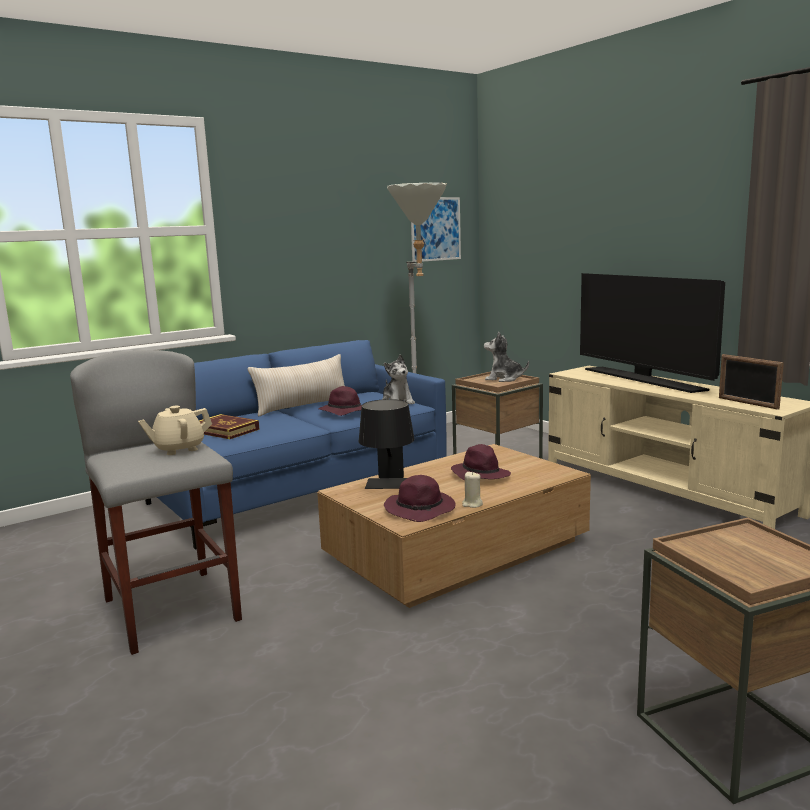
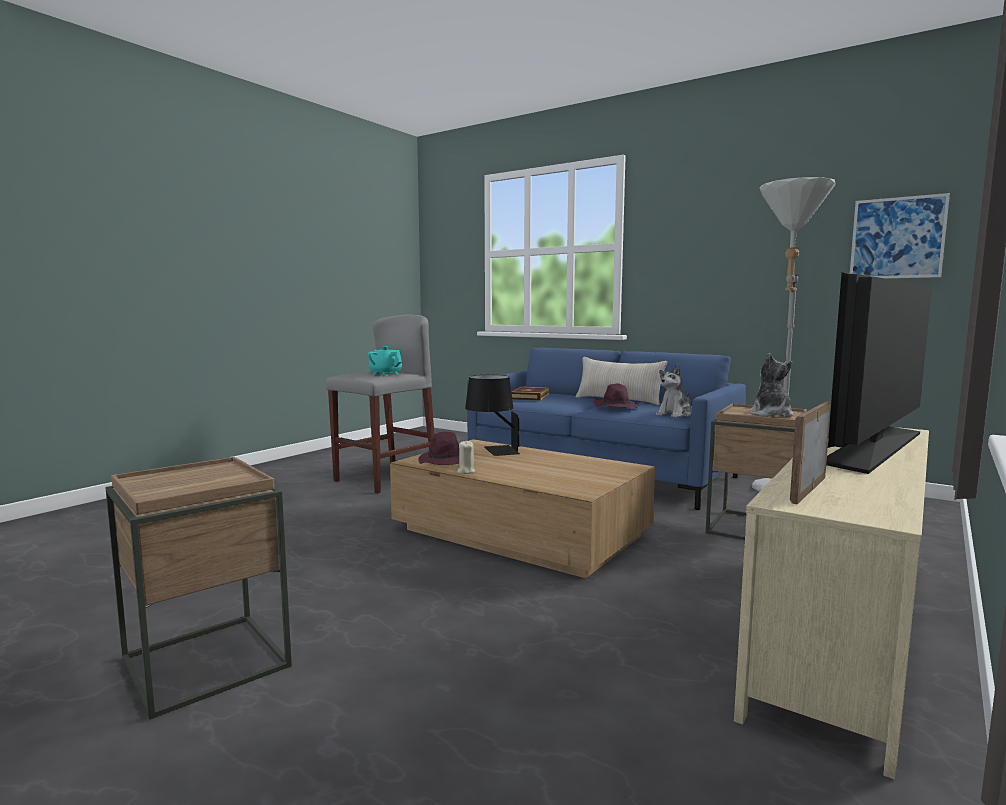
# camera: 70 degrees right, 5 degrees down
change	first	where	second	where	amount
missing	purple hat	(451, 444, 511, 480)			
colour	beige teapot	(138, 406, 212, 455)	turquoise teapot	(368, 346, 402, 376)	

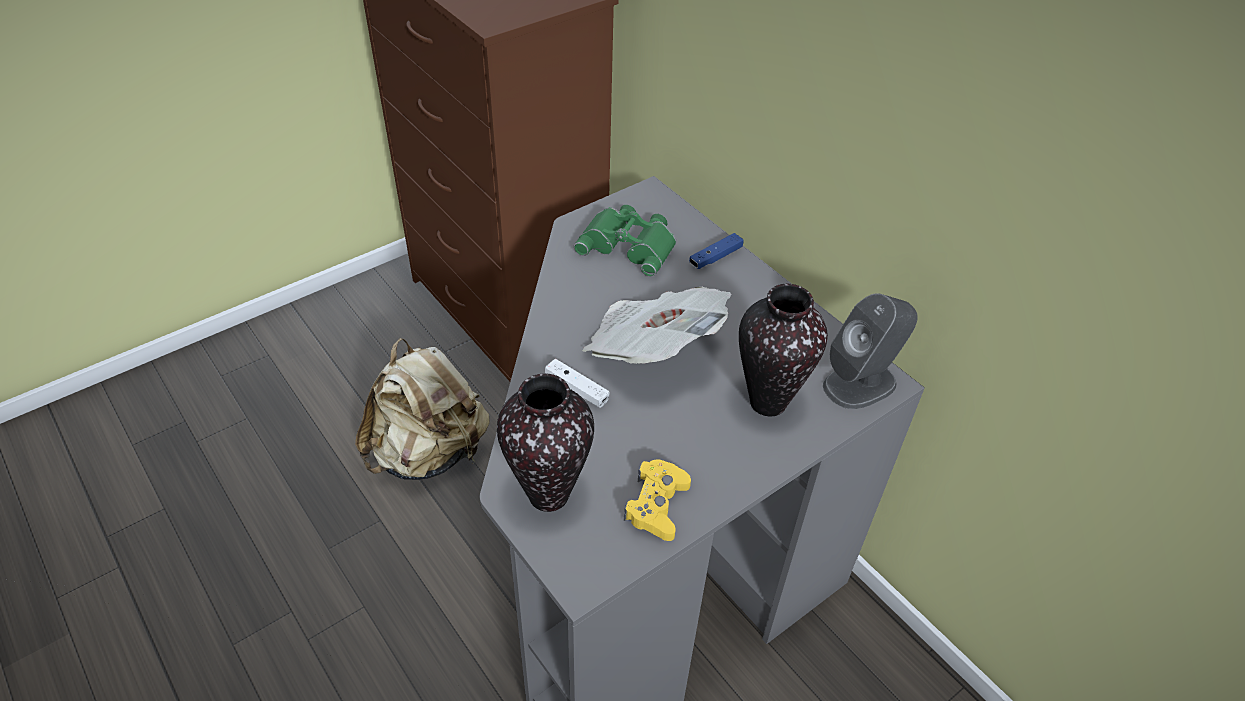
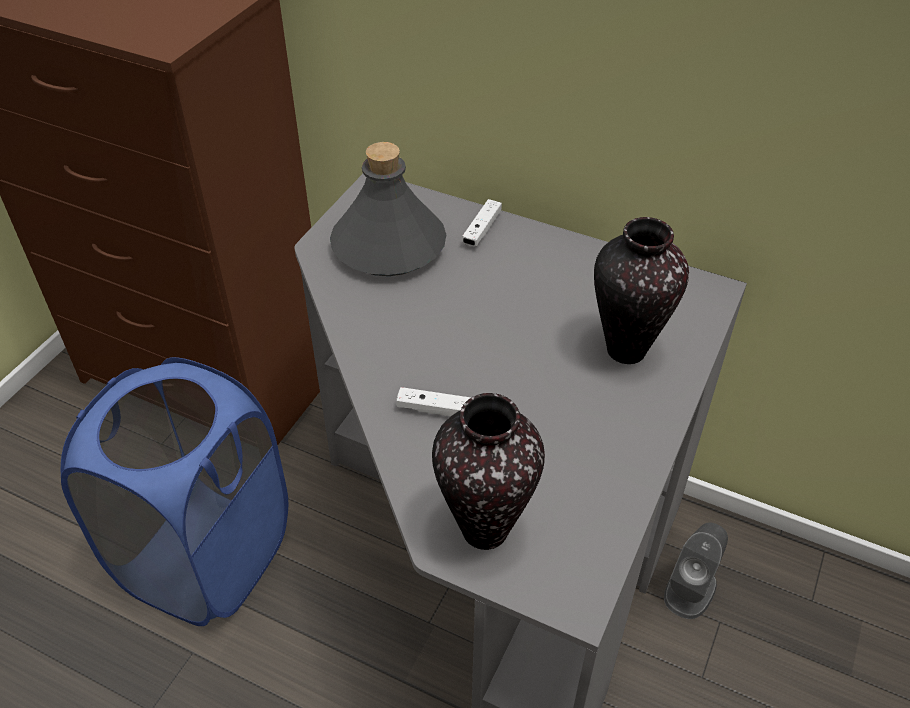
# camera: 25 degrees left, 0 degrees up
change	first	where	second	where	amount
missing	newspaper	(582, 286, 732, 364)			
missing	yellow game controller	(624, 460, 691, 541)			
relocated	grey speaker	(823, 293, 918, 409)		(664, 522, 728, 619)	
exchanged	beige backpack	(355, 338, 490, 480)	blue laundry basket	(61, 357, 288, 626)	
exchanged	green binoculars	(574, 205, 676, 277)	grey bottle	(330, 142, 446, 276)	
colour	blue game controller	(689, 233, 744, 269)	white game controller	(462, 199, 502, 247)	

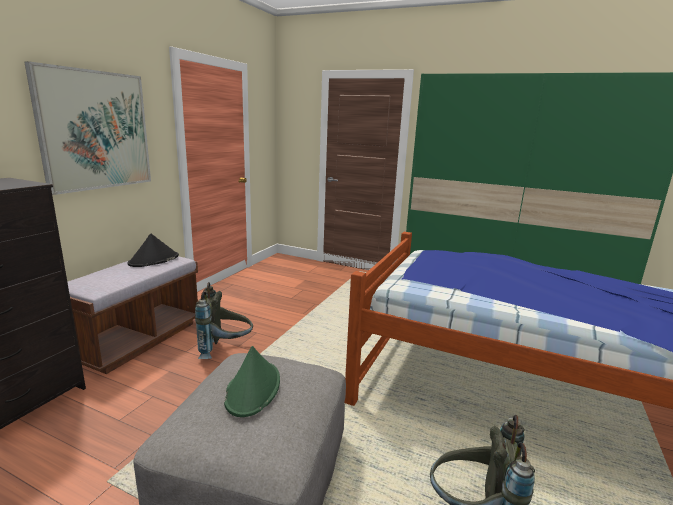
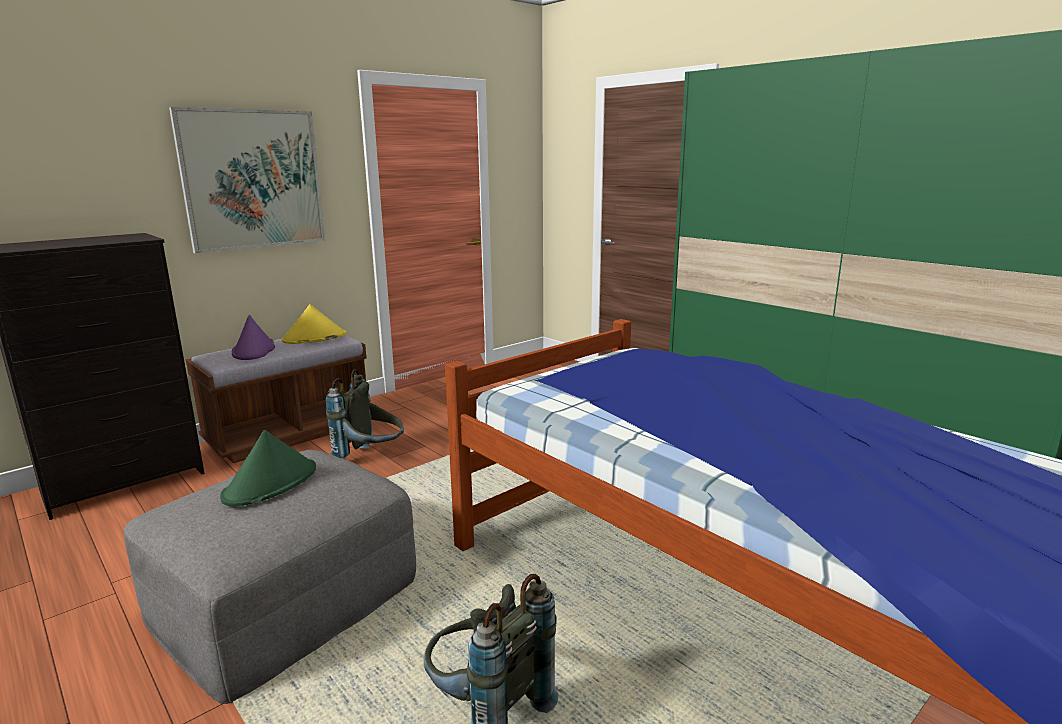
# camera: 25 degrees right, 0 degrees up
change	first	where	second	where	amount
appeared			purple hat	(232, 315, 275, 360)	
colour	black hat	(128, 233, 179, 267)	yellow hat	(282, 304, 347, 344)	

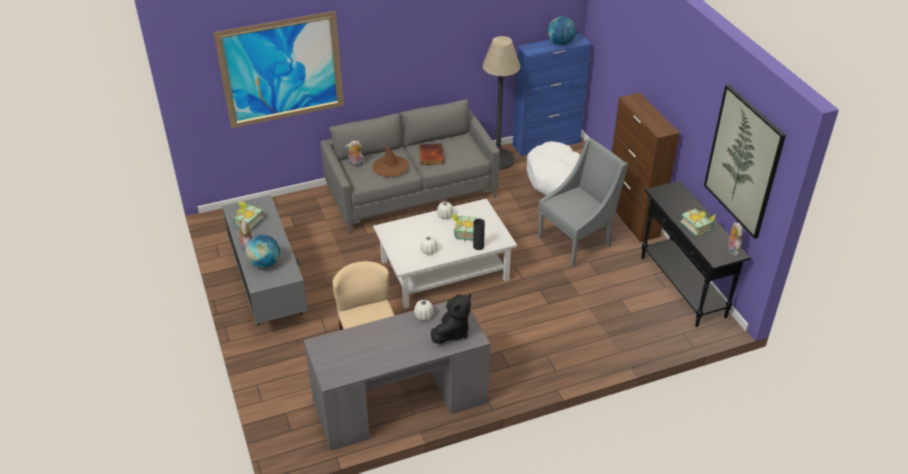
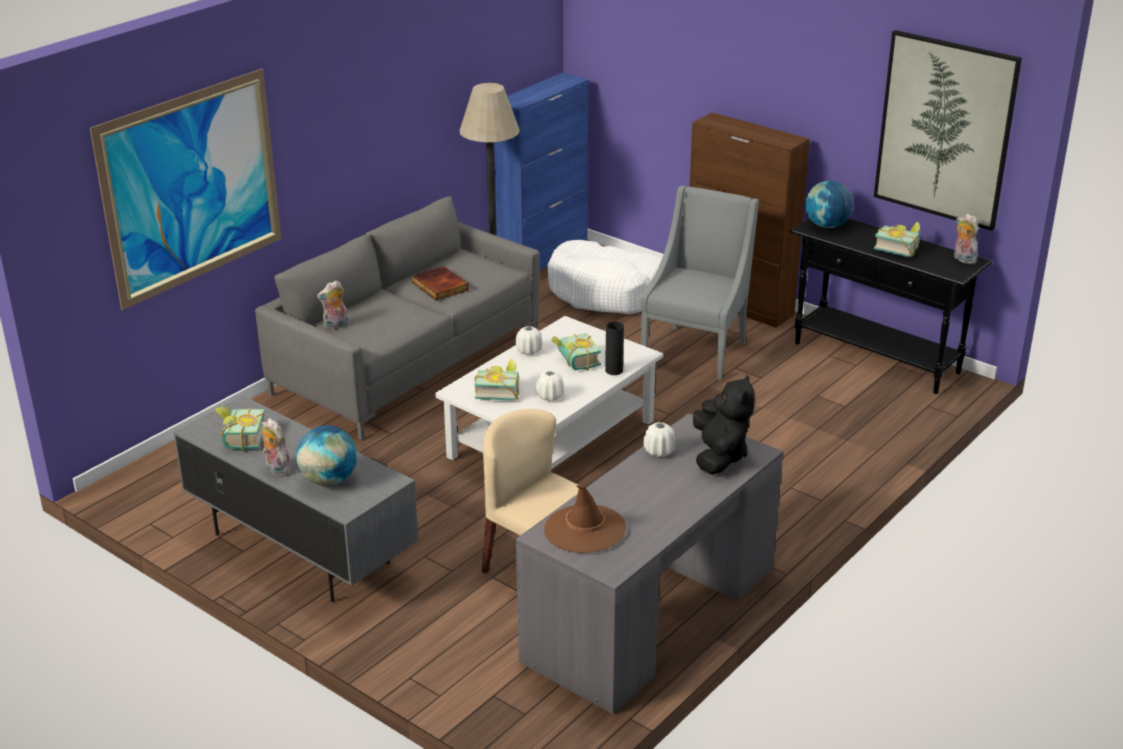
# camera: 30 degrees left, 10 degrees down
change	first	where	second	where	amount
appeared			book	(475, 359, 519, 401)	
relocated	brown hat	(372, 146, 409, 177)		(544, 485, 626, 553)	
relocated	globe	(548, 17, 576, 46)		(806, 180, 853, 228)	

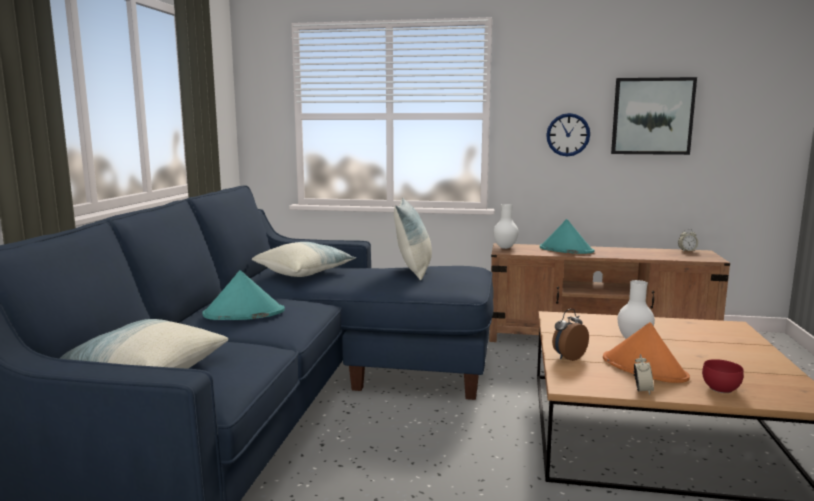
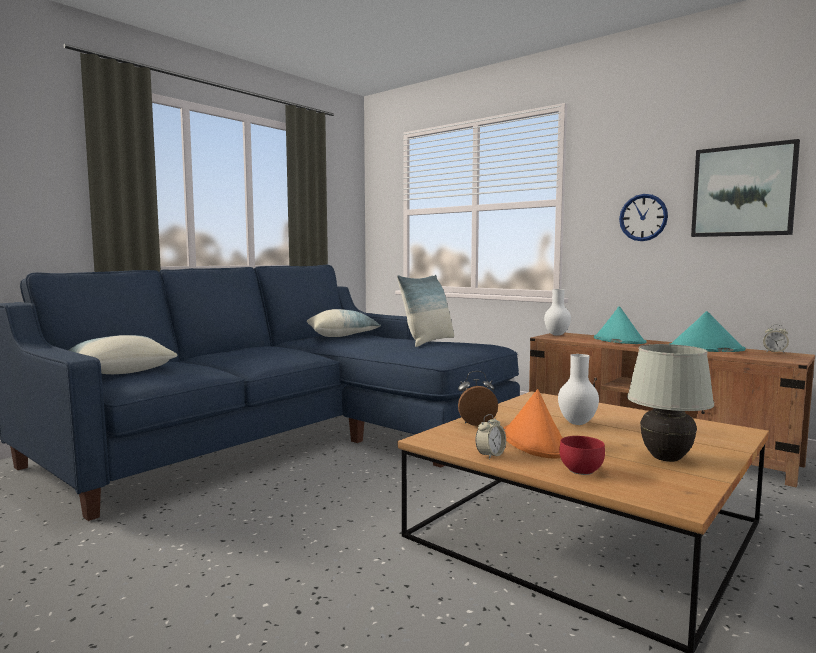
# camera: 30 degrees right, 5 degrees down
change	first	where	second	where	amount
appeared			white table lamp	(627, 344, 714, 462)	
relocated	turquoise hat	(202, 270, 285, 320)		(670, 311, 745, 352)	

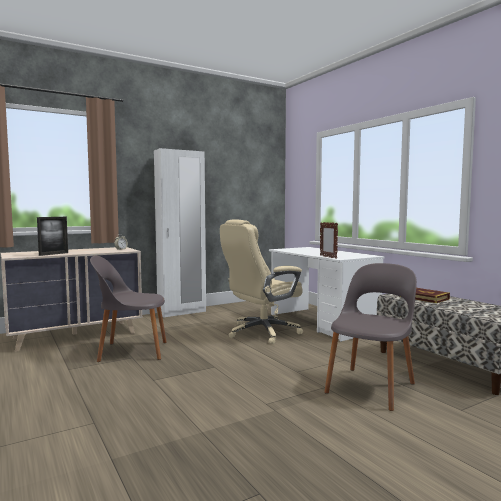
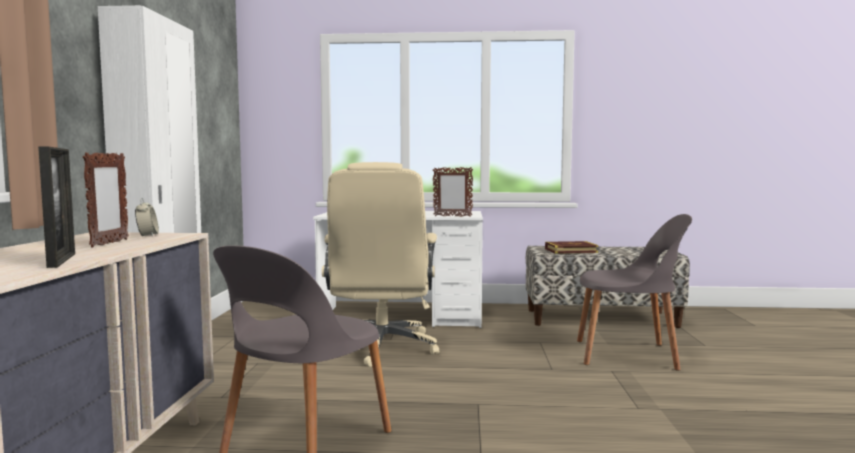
# camera: 55 degrees left, 0 degrees up
change	first	where	second	where	amount
appeared			picture frame	(83, 152, 129, 248)	
spun	grey chair	(324, 263, 417, 411)		(577, 214, 692, 371)	120 degrees clockwise

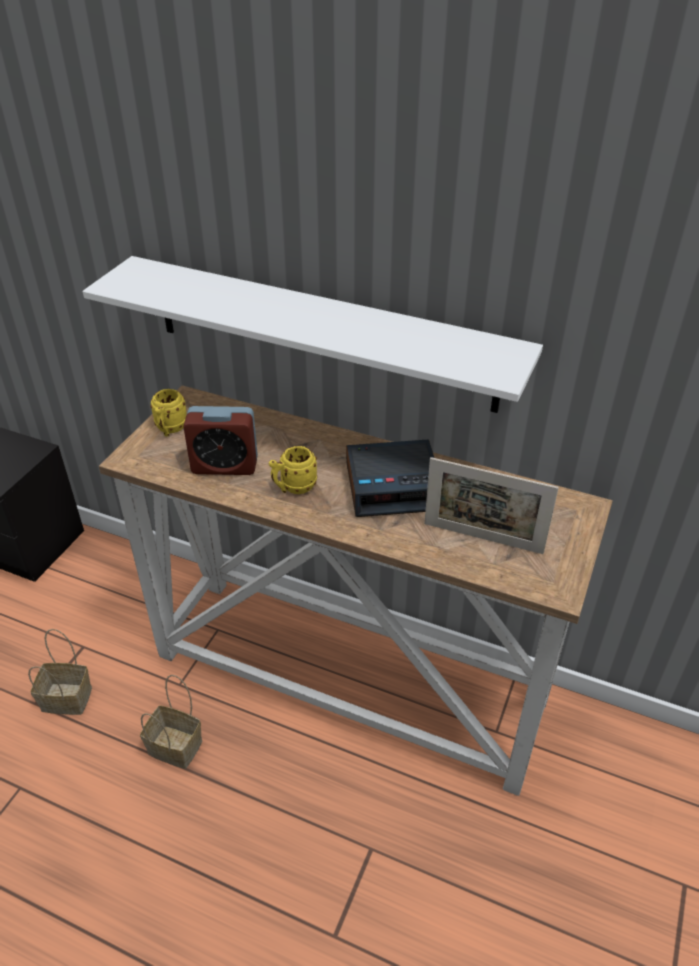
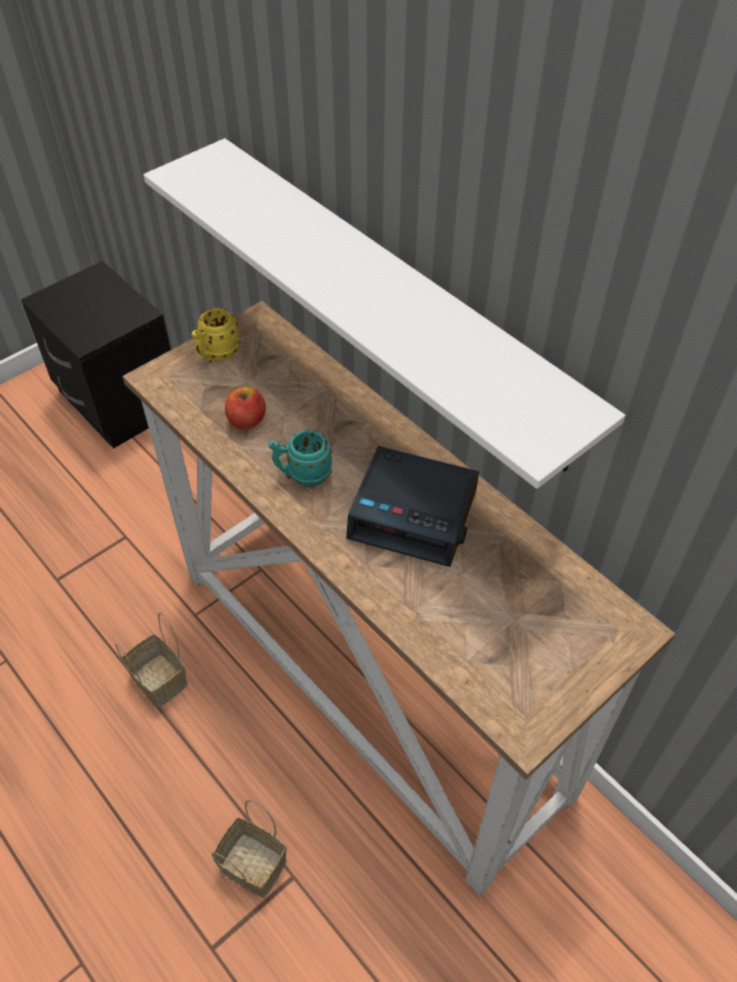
# camera: 25 degrees right, 10 degrees up
change	first	where	second	where	amount
missing	picture frame	(424, 457, 559, 554)			
relocated	basket	(28, 629, 92, 715)		(212, 800, 287, 898)	
exchanged	alarm clock	(183, 406, 258, 475)	apple	(225, 387, 266, 430)	
colour	yellow mug	(269, 446, 317, 494)	turquoise mug	(269, 430, 332, 487)	

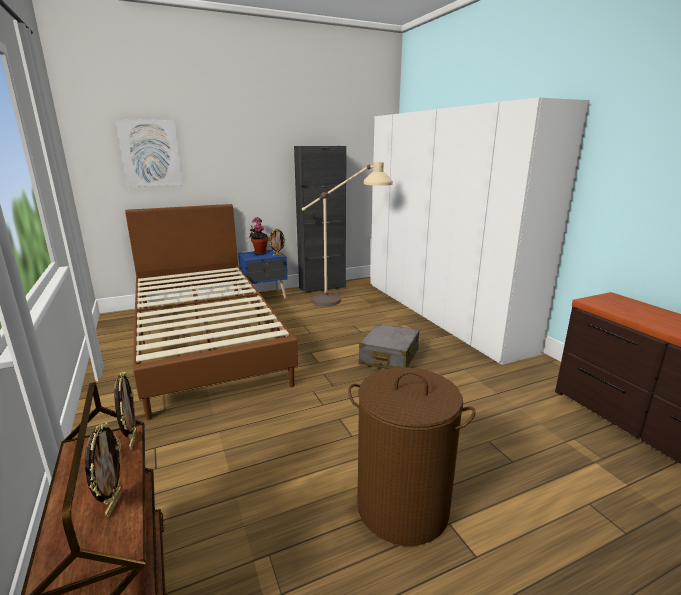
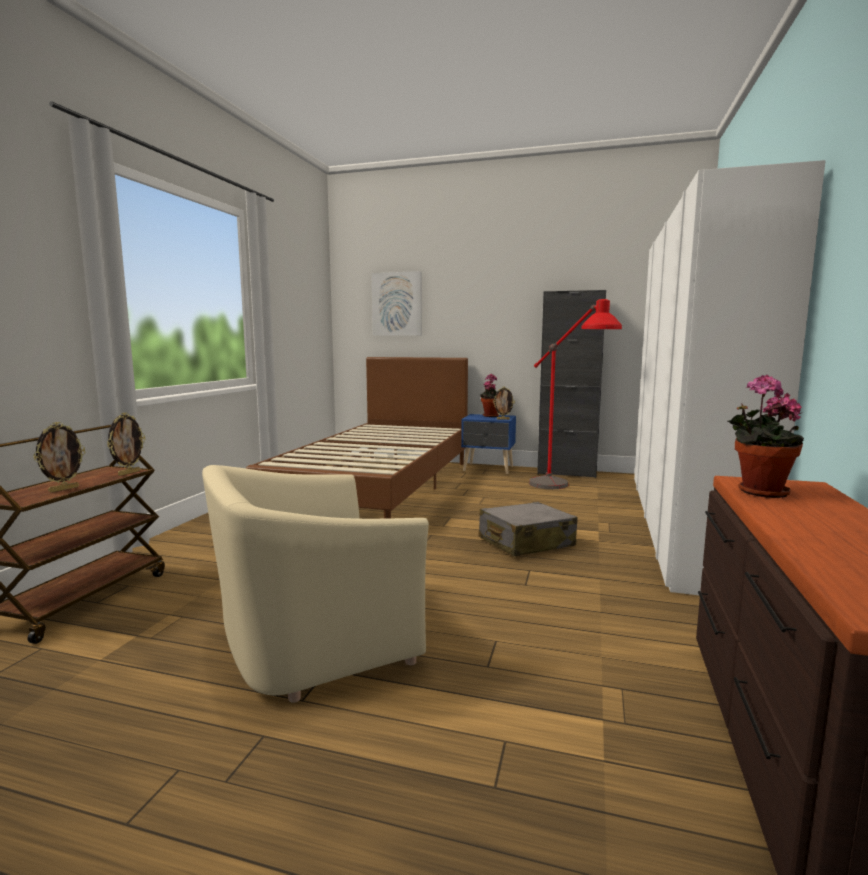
# camera: 40 degrees right, 10 degrees down
change	first	where	second	where	amount
appeared			potted plant	(728, 375, 804, 498)	
exchanged	brown laundry basket	(348, 367, 476, 546)	beige armchair	(202, 465, 429, 703)	
colour	beige floor lamp	(302, 161, 393, 306)	red floor lamp	(529, 299, 622, 489)	

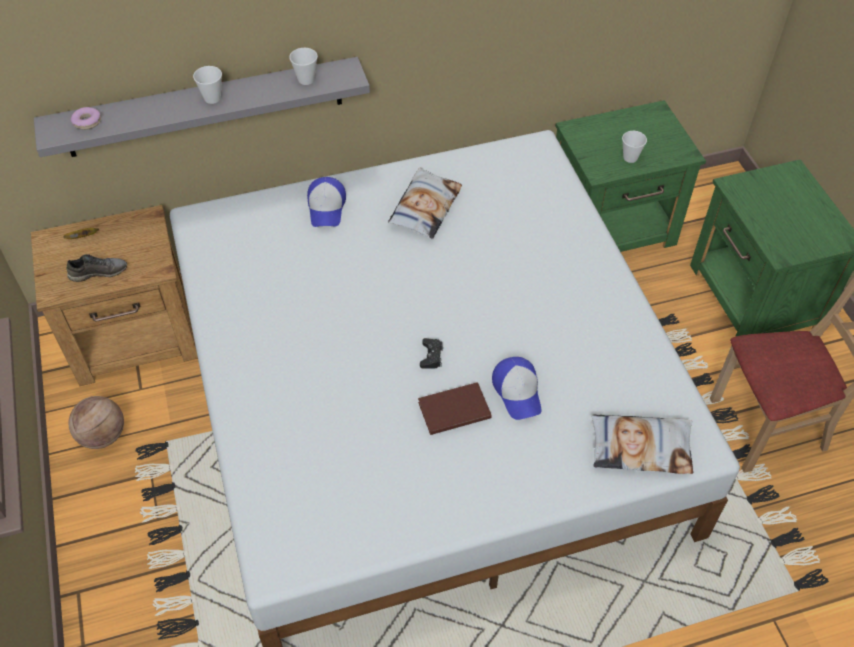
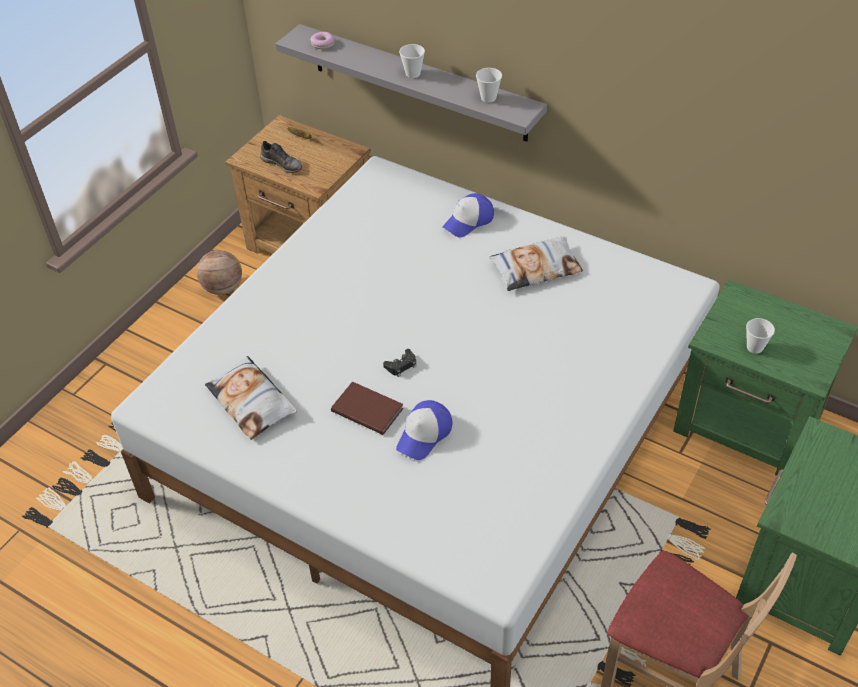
# camera: 50 degrees right, 5 degrees down
change	first	where	second	where	amount
relocated	pillow	(591, 415, 693, 474)		(205, 356, 297, 440)	

